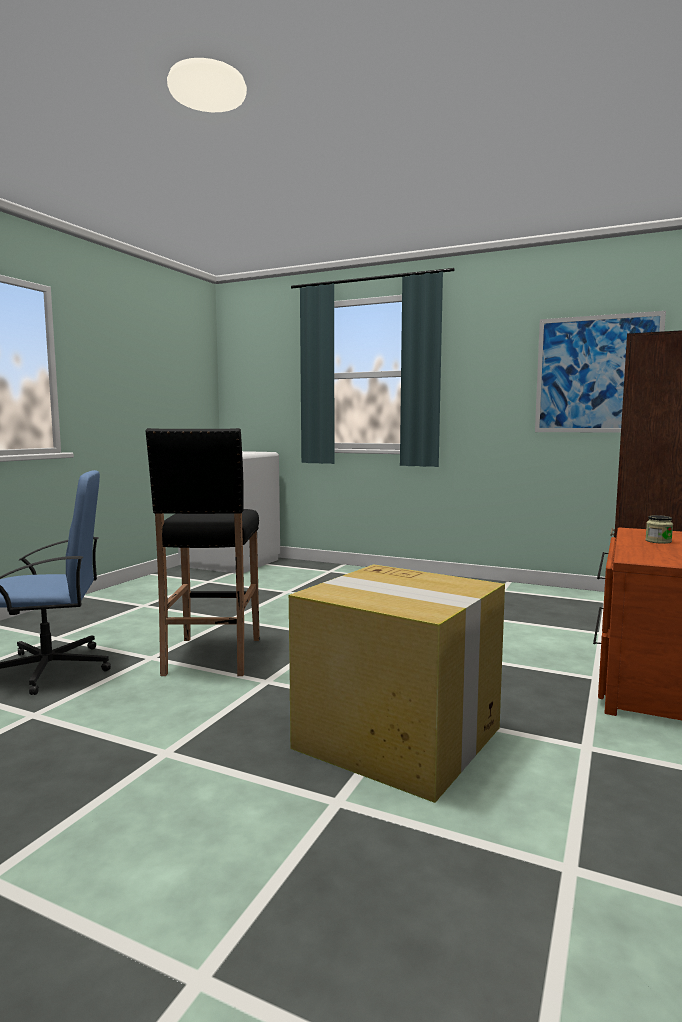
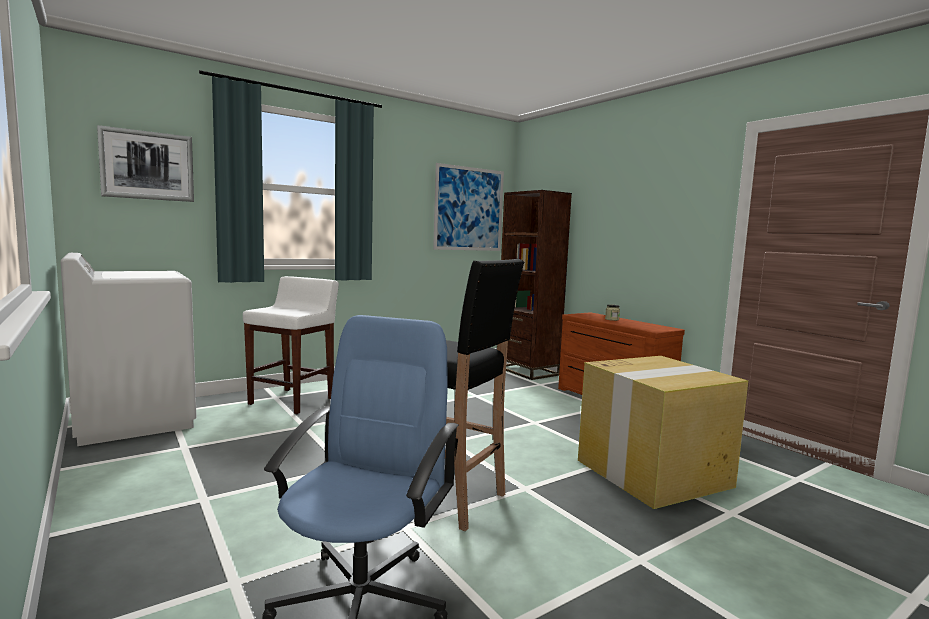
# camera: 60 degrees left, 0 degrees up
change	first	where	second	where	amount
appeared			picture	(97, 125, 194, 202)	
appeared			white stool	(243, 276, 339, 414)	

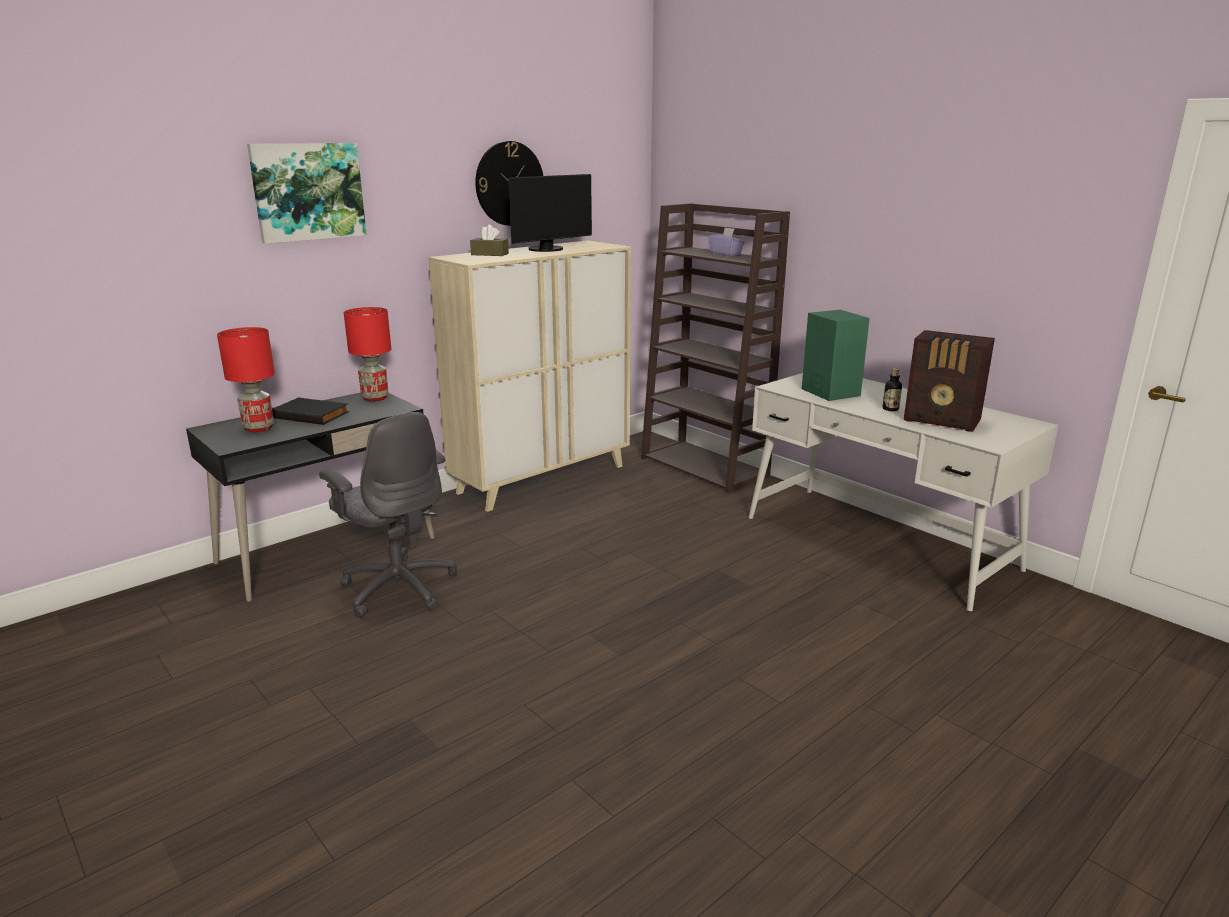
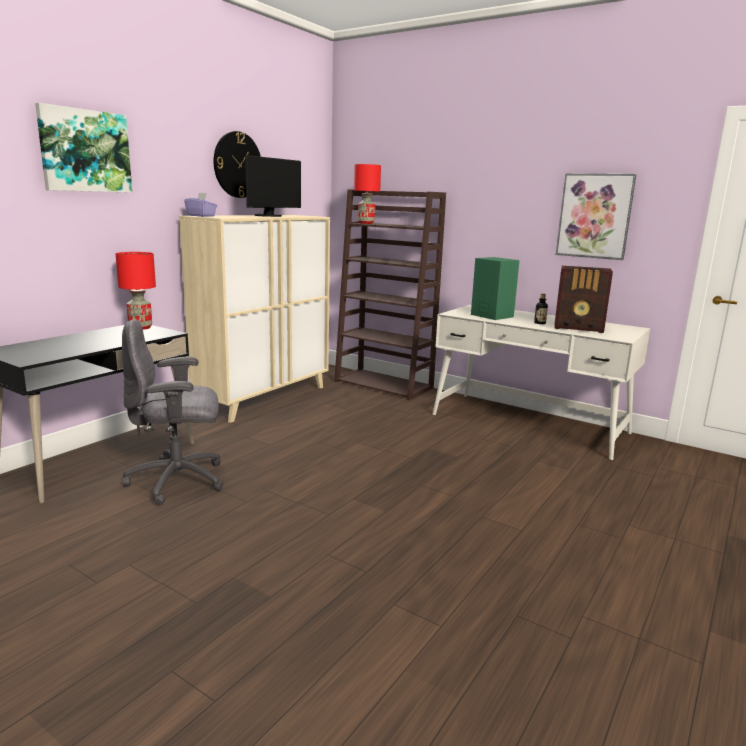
# camera: 15 degrees left, 5 degrees down
change	first	where	second	where	amount
missing	black book	(272, 397, 349, 425)			
missing	brown tissue box	(470, 225, 509, 256)			
appeared			picture	(556, 173, 637, 260)	
relocated	red table lamp	(217, 327, 275, 432)		(354, 164, 381, 224)	
relocated	purple tissue box	(708, 228, 745, 256)		(184, 193, 217, 217)	
spun	grey office chair	(319, 412, 457, 618)		(122, 319, 223, 506)	135 degrees clockwise

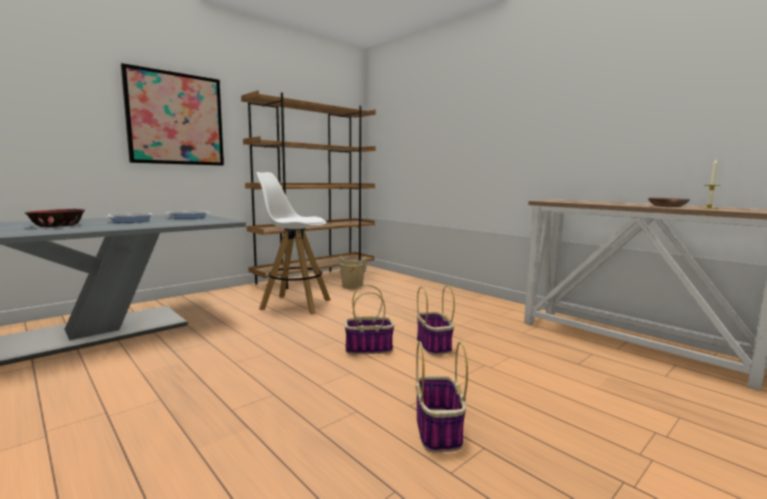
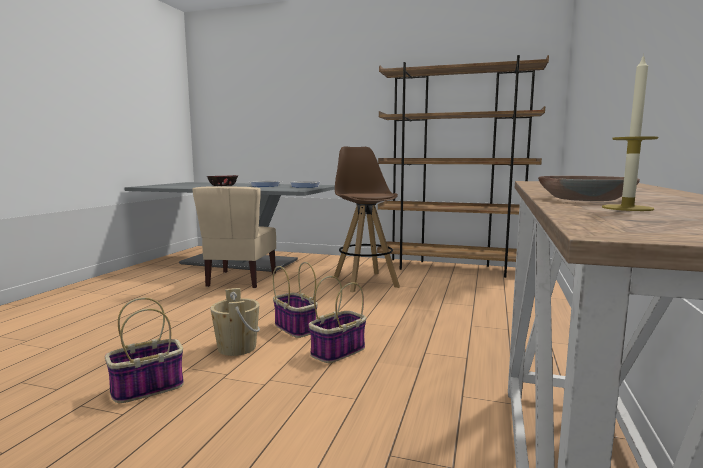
# camera: 60 degrees right, 0 degrees up
change	first	where	second	where	amount
missing	picture	(121, 63, 224, 166)			
appeared			beige chair	(192, 186, 276, 289)	
relocated	beige bucket	(339, 256, 367, 289)		(210, 288, 260, 356)	
colour	white stool	(256, 172, 331, 314)	brown stool	(334, 146, 400, 293)	

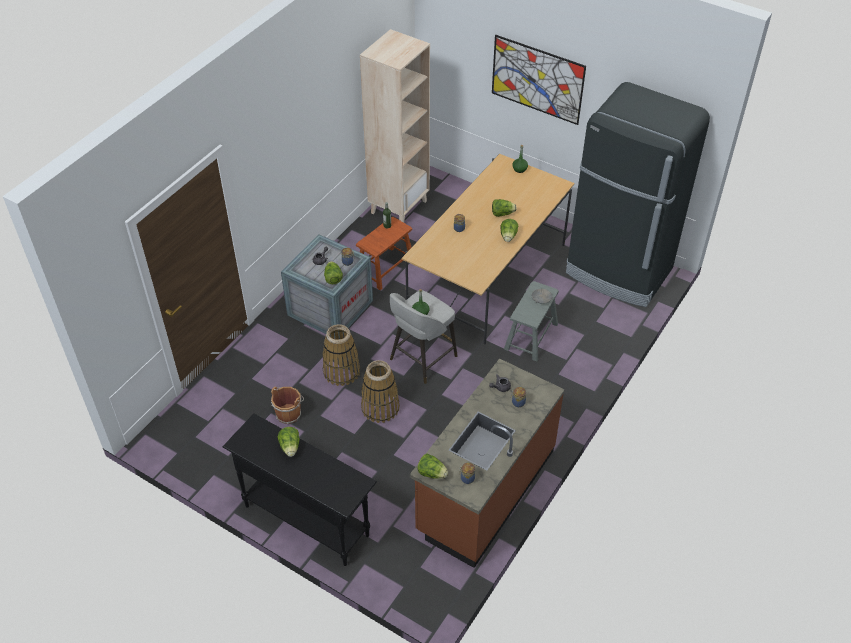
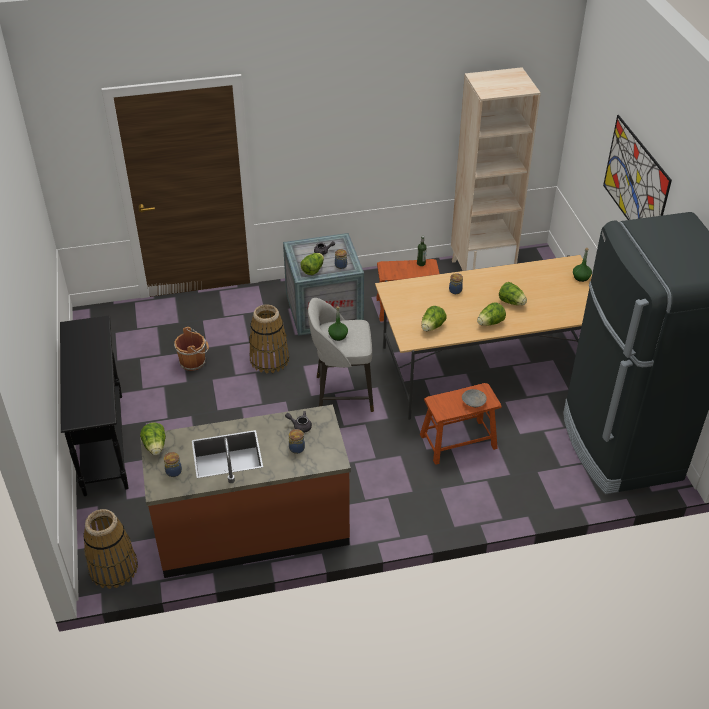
# camera: 45 degrees right, 5 degrees down
change	first	where	second	where	amount
relocated	lettuce	(277, 427, 300, 457)		(421, 306, 447, 331)	
relocated	basket	(361, 360, 400, 423)		(83, 509, 138, 589)	
colour	grey stool	(504, 281, 559, 362)	brown stool	(420, 383, 502, 465)	

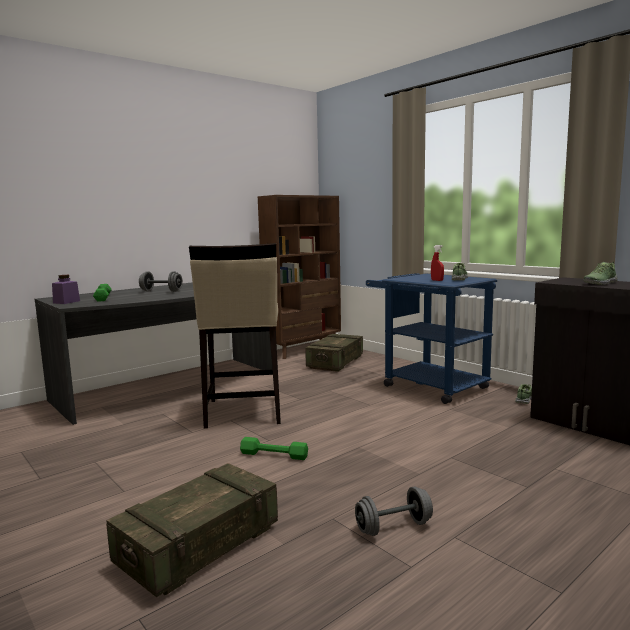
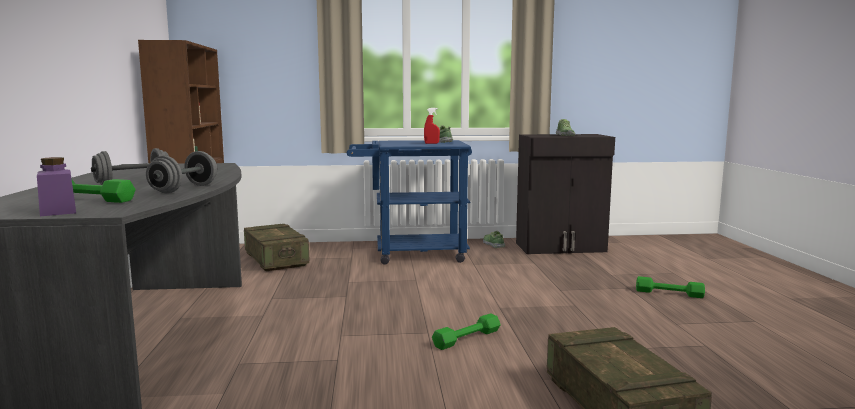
# camera: 55 degrees left, 0 degrees up
change	first	where	second	where	amount
missing	beige stool	(189, 243, 281, 428)			
appeared			green dumbbell	(636, 276, 705, 298)	
relocated	grey dumbbell	(355, 487, 433, 536)		(146, 151, 217, 193)	

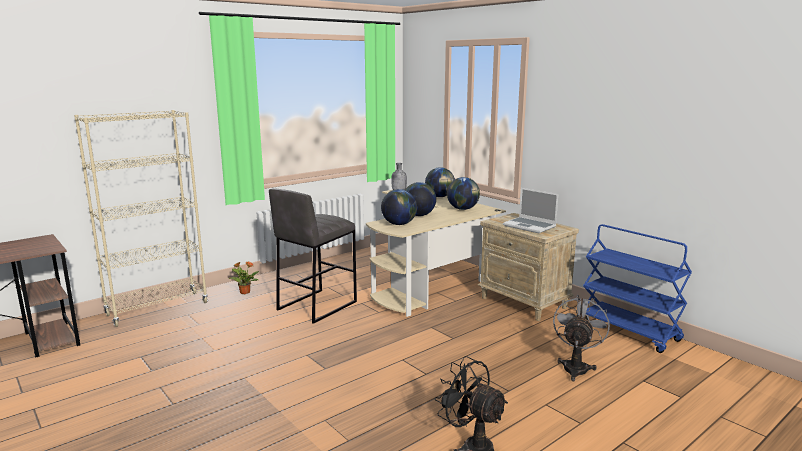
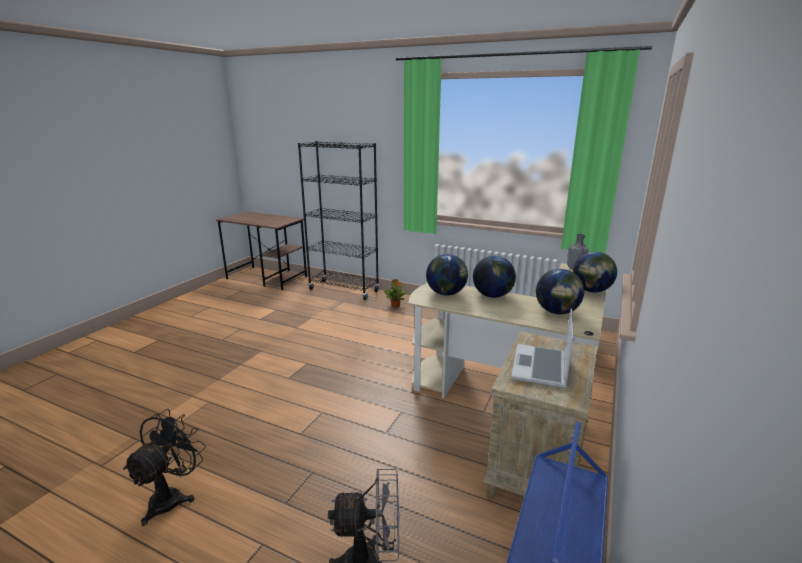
# camera: 65 degrees right, 5 degrees up
change	first	where	second	where	amount
missing	grey stool	(269, 188, 357, 324)			
colour	beige bookcase	(74, 110, 208, 327)	black bookcase	(298, 141, 379, 300)	

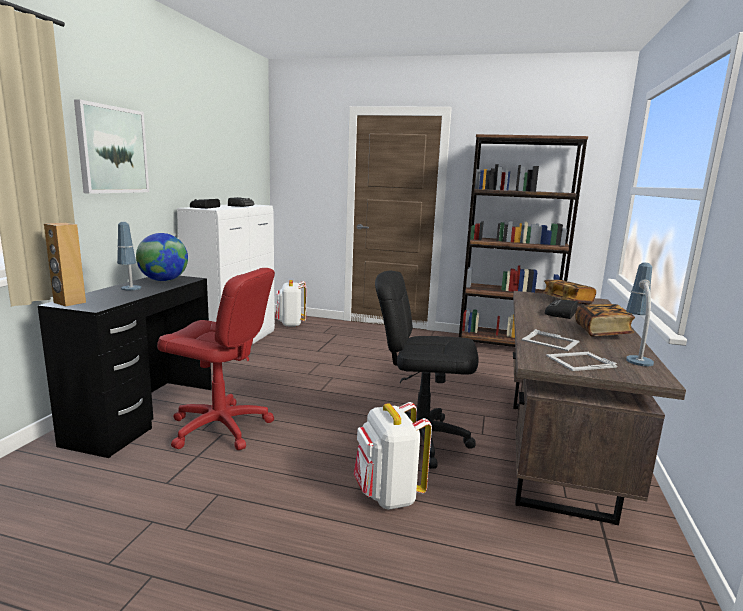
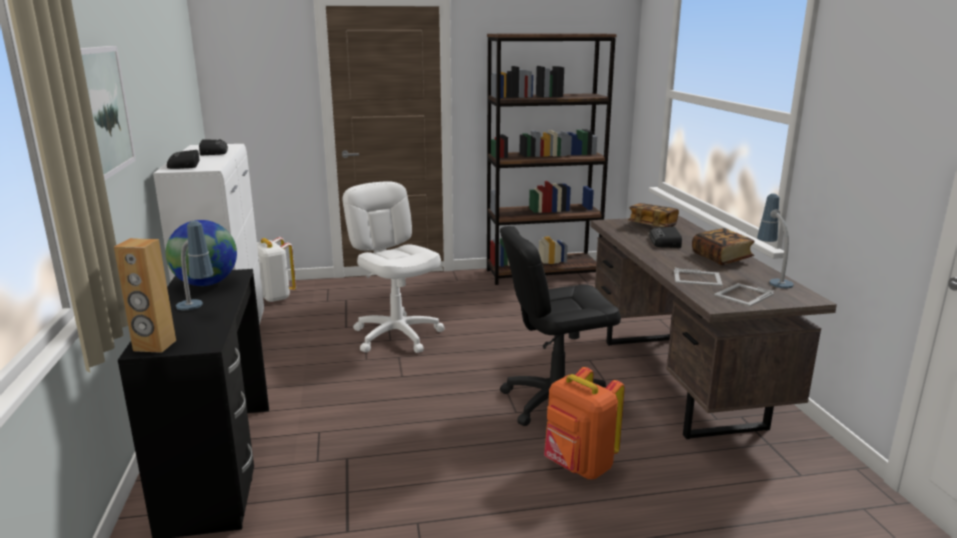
# camera: 25 degrees left, 5 degrees up
change	first	where	second	where	amount
missing	red office chair	(157, 268, 275, 450)			
appeared			white office chair	(343, 181, 445, 353)	
colour	white backpack	(354, 402, 432, 510)	orange backpack	(544, 367, 625, 479)	

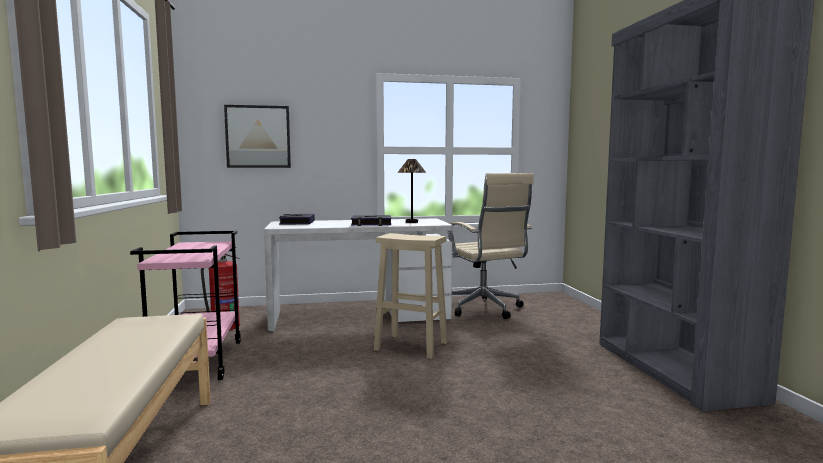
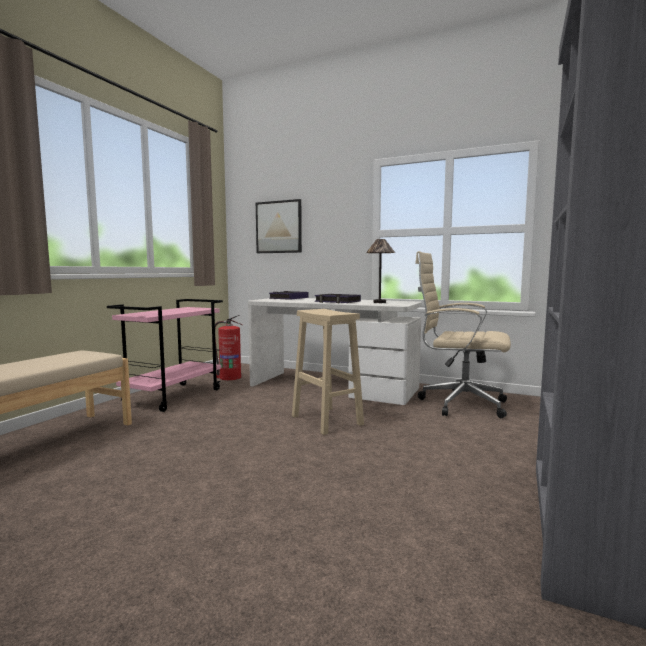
# camera: 35 degrees right, 0 degrees up
change	first	where	second	where	amount
spun	beige office chair	(448, 173, 534, 319)		(415, 251, 511, 418)	105 degrees clockwise

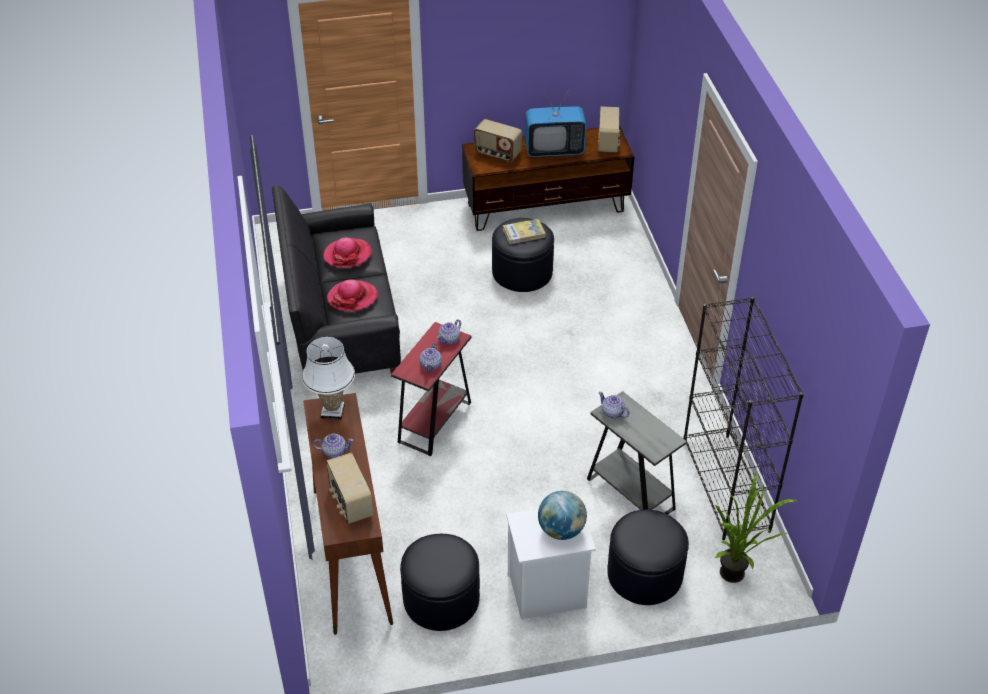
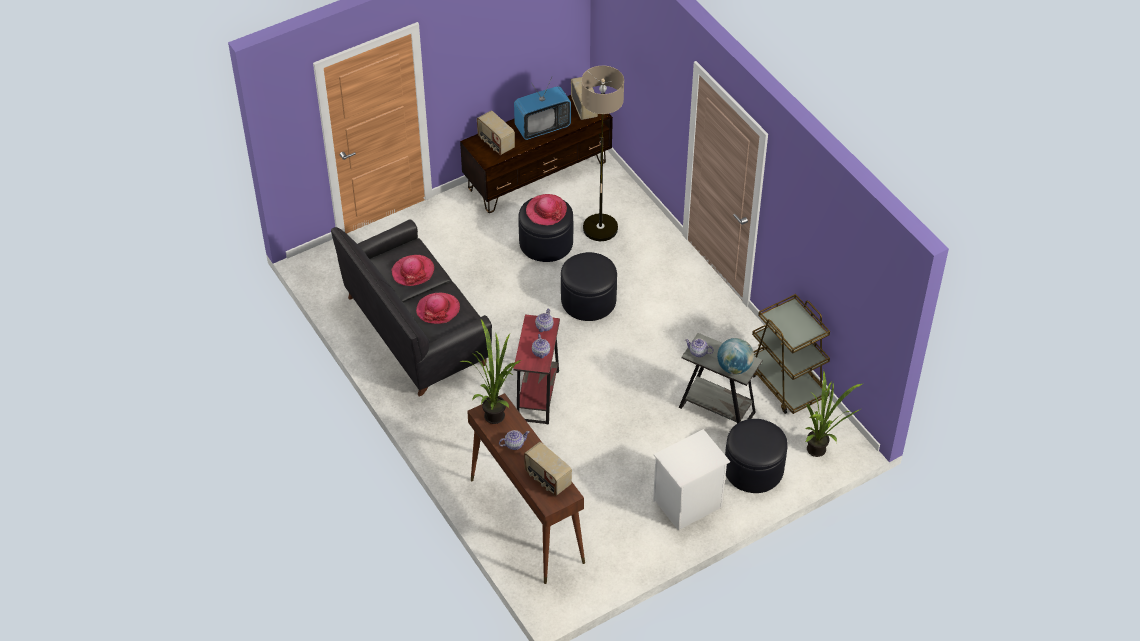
# camera: 20 degrees left, 5 degrees up
change	first	where	second	where	amount
appeared			floor lamp	(581, 66, 624, 241)	
relocated	black ottoman	(400, 534, 480, 631)		(561, 252, 617, 321)	
relocated	globe	(538, 491, 587, 540)		(717, 338, 754, 374)	
exchanged	white table lamp	(302, 337, 355, 420)	potted plant	(460, 319, 521, 424)	
exchanged	book	(503, 219, 546, 244)	hat	(526, 194, 567, 226)	
exchanged	black bookcase	(683, 297, 804, 541)	brown cart	(752, 294, 830, 414)	
spun	radio	(474, 119, 522, 162)		(477, 111, 515, 155)	45 degrees clockwise

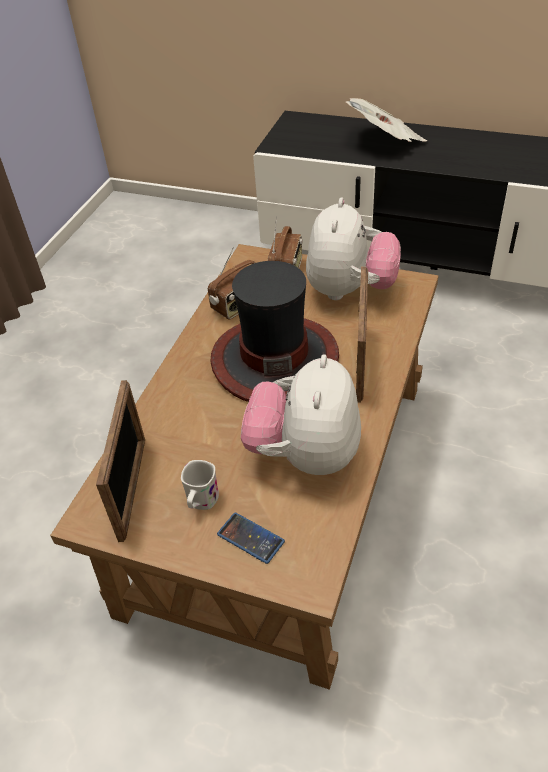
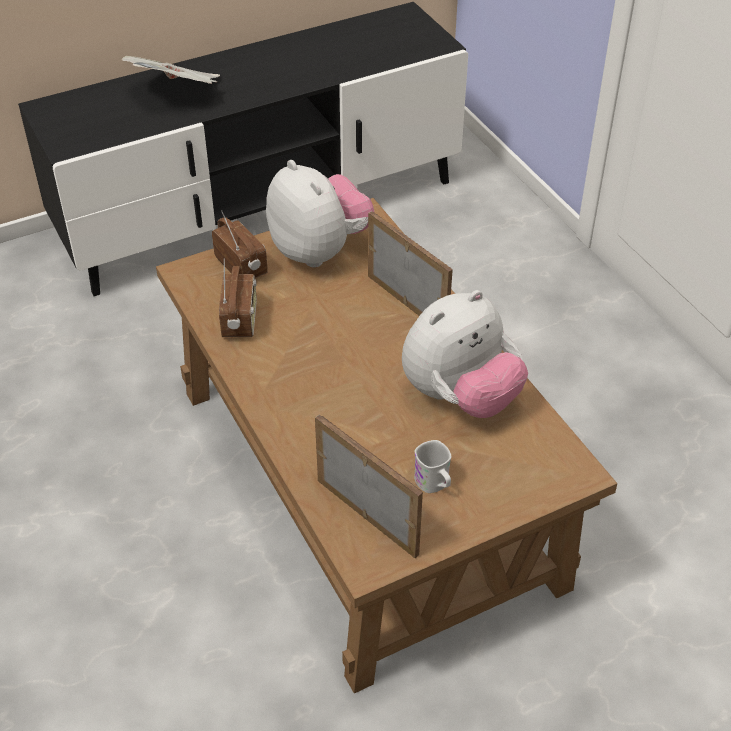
# camera: 50 degrees left, 0 degrees up
change	first	where	second	where	amount
missing	hat	(210, 261, 339, 402)			
missing	phone	(217, 513, 285, 564)			
spun	plush toy	(241, 354, 361, 475)		(402, 290, 528, 418)	90 degrees counterclockwise

